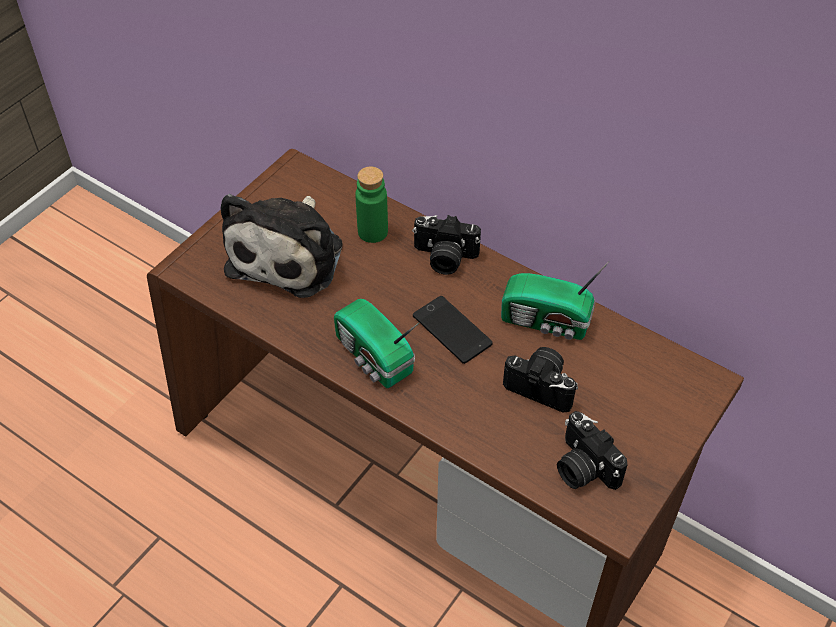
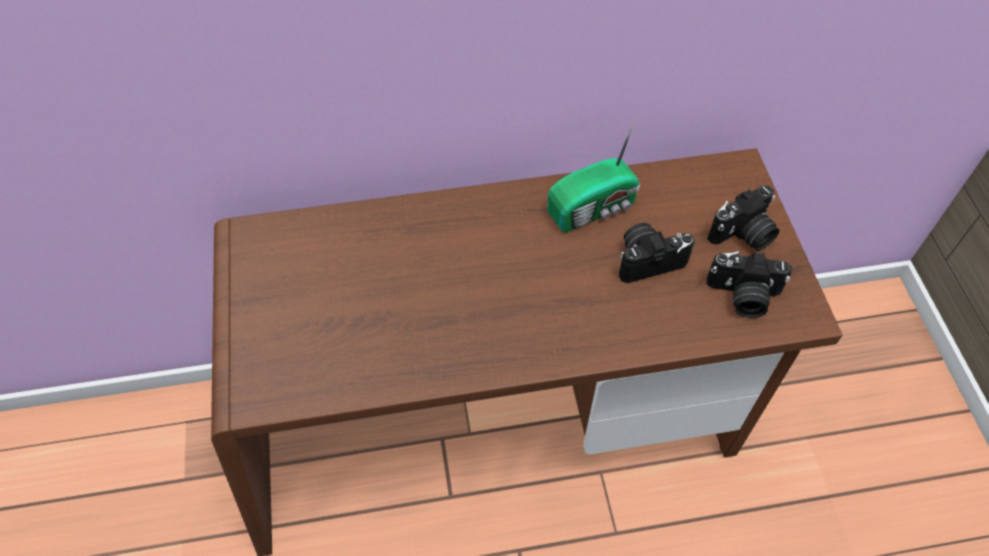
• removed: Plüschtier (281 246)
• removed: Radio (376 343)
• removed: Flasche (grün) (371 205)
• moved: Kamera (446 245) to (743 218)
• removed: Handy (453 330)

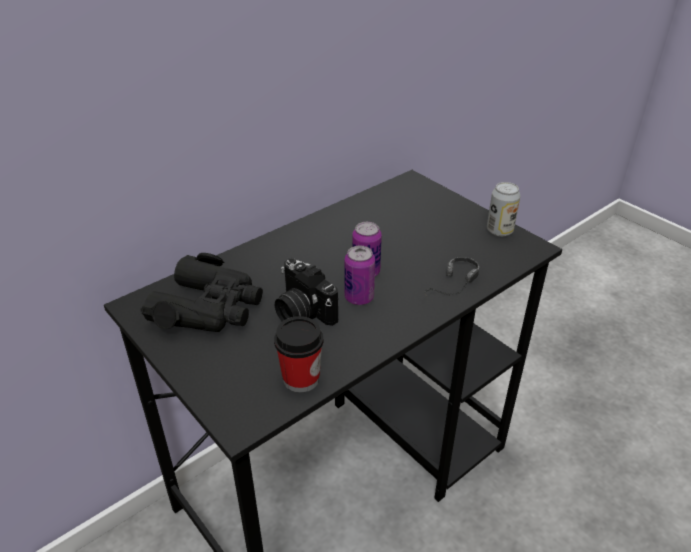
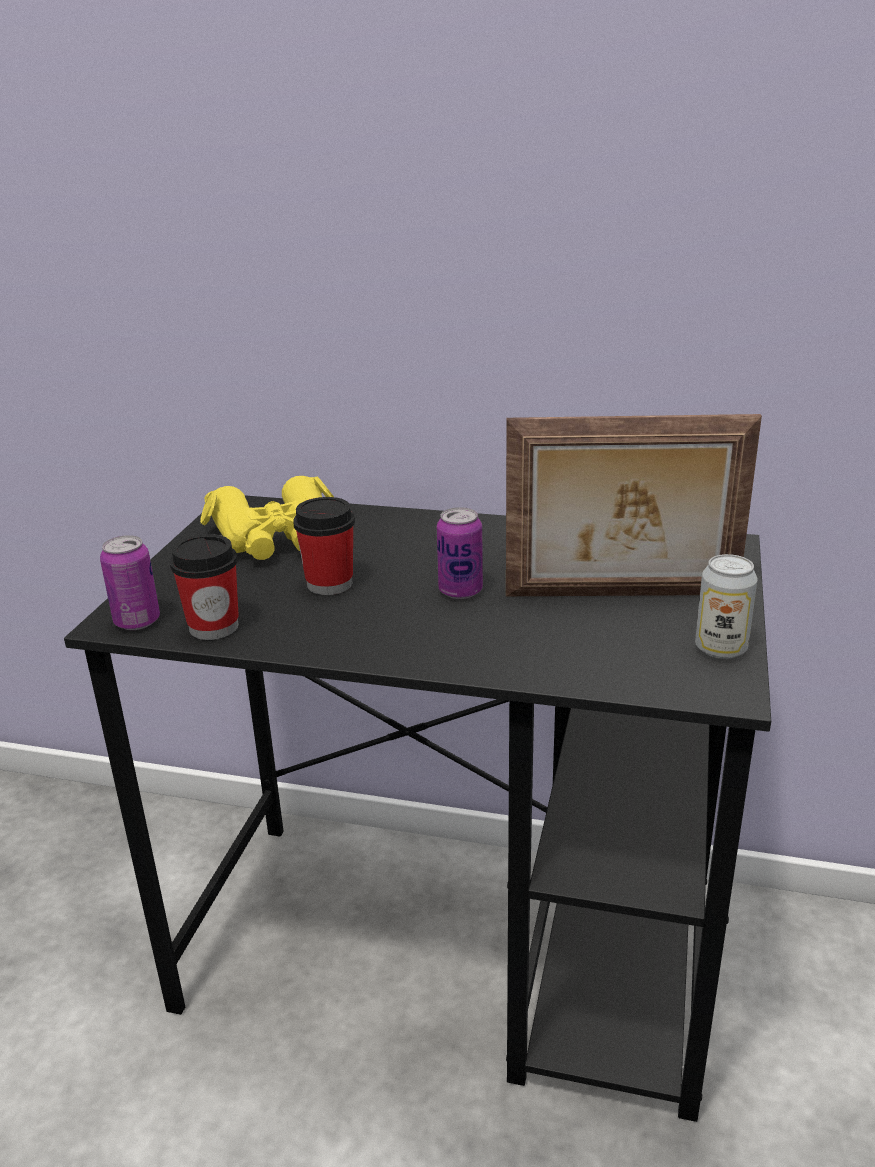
• recoloured: Fernglas (schwarz) (202 292) to Fernglas (gelb) (267 518)
• replaced: Kamera (306 292) to Tasse (324 546)
• moved: Dose (360 275) to (130 582)
• removed: Kopfhörer (451 276)
• added: Bilderrahmen (634 505)

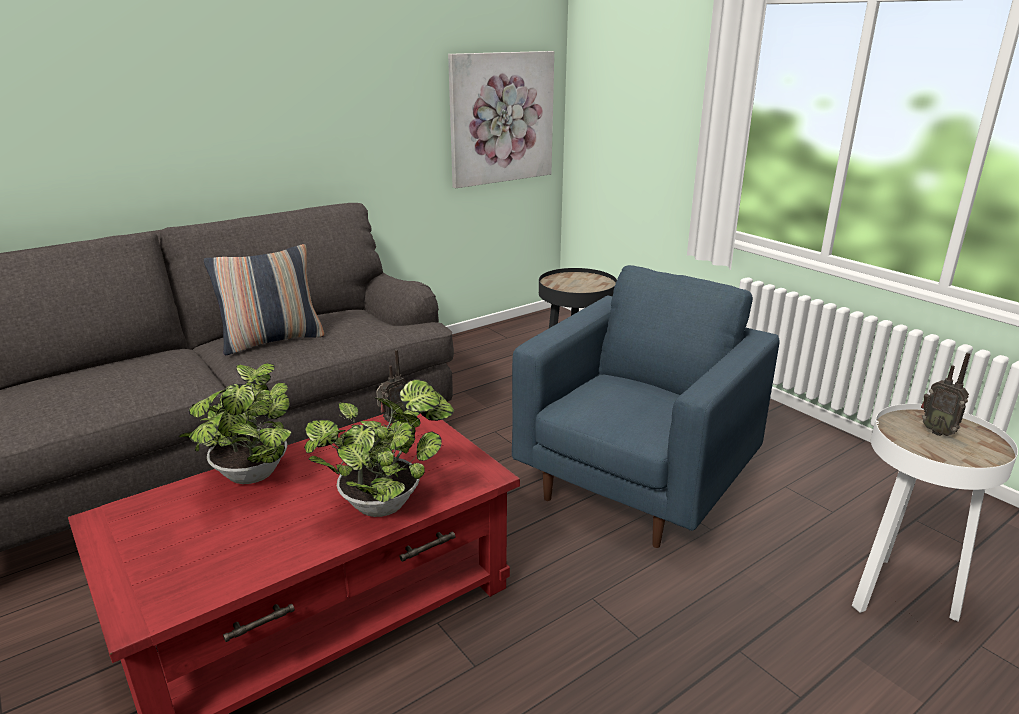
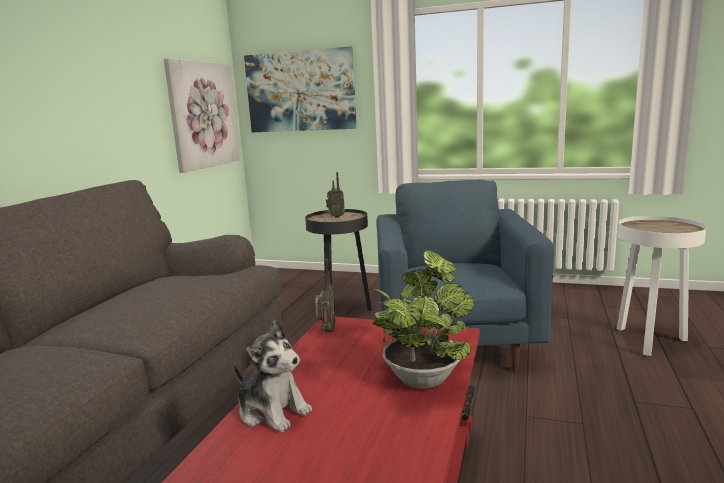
• replaced: Topfpflanze (235 423) to Plüschtier (273 376)
• removed: Kissen (264 299)
• moved: Radio (945 394) to (335 195)
• added: Bild (300 89)

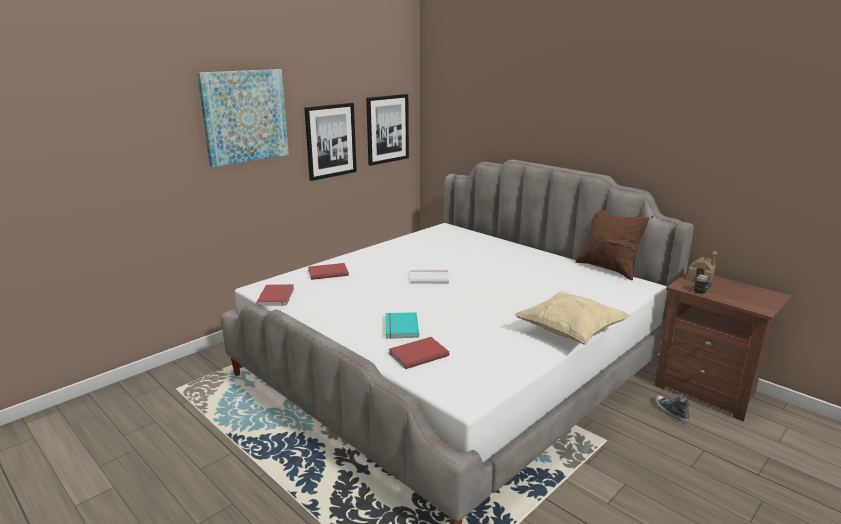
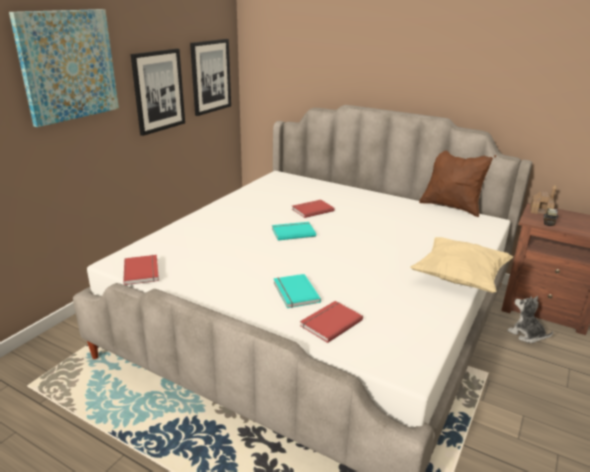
• moved: Buch (rot) (328 271) to (313 209)
• recoloured: Buch (weiß) (429 277) to Buch (türkis) (294 231)
• replaced: Schuh (672 408) to Plüschtier (530 319)

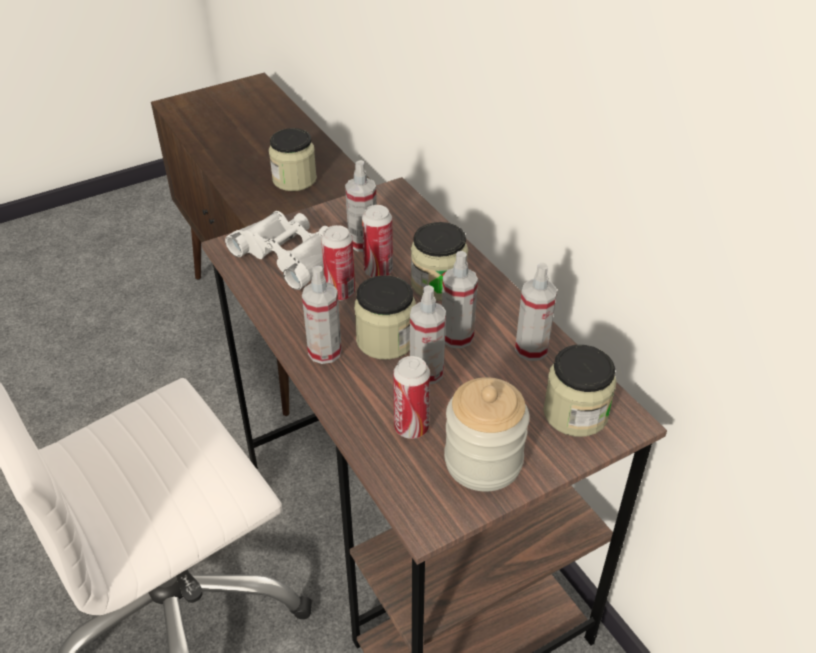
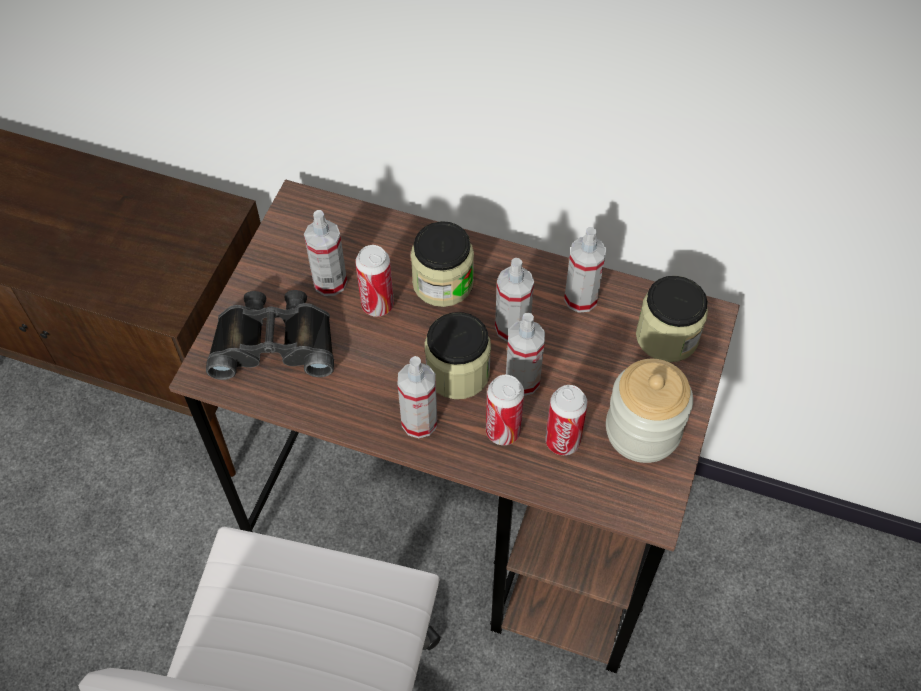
• recoloured: Fernglas (weiß) (276 250) to Fernglas (schwarz) (270 335)
• removed: Vorratsglas (293 159)
• moved: Dose (338 262) to (505 410)

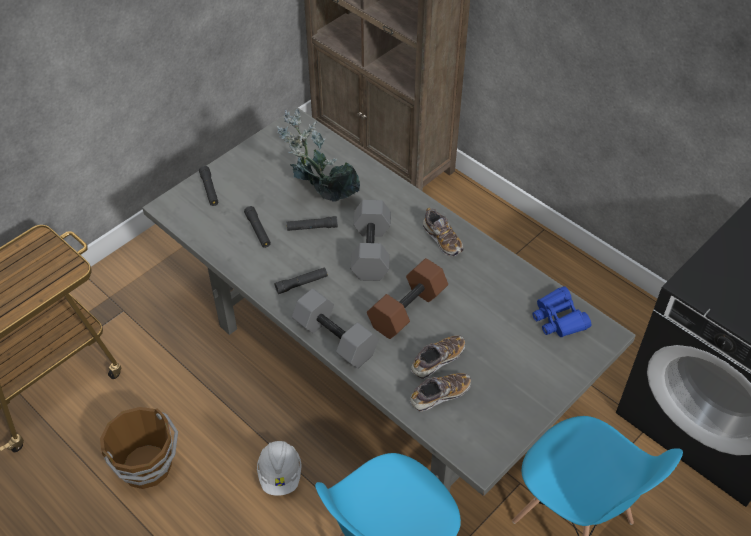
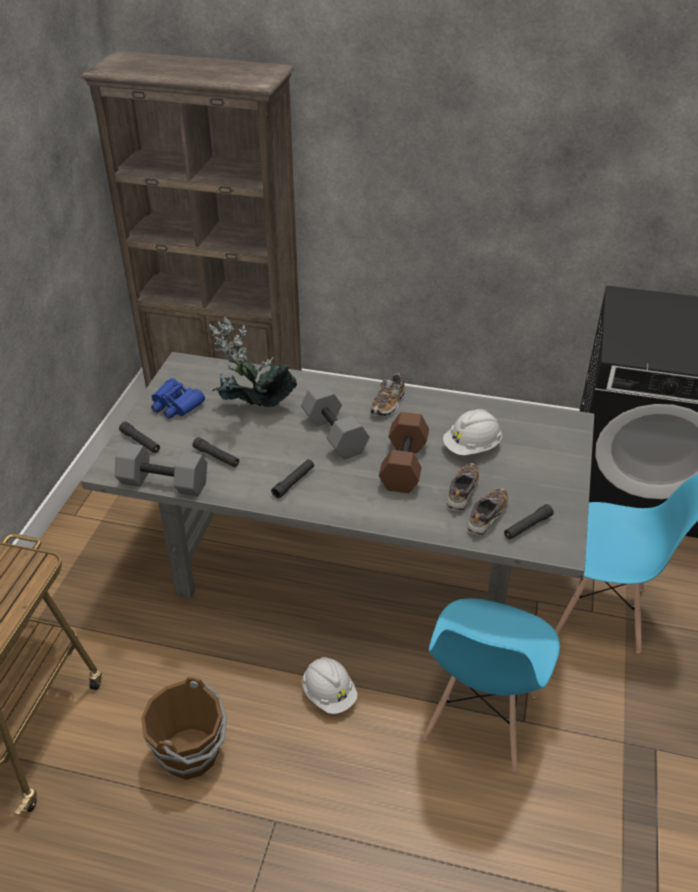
• moved: Taschenlampe (schwarz) (312 223) to (529 522)
• moved: Hantel (grau) (335 328) to (161 469)
• turned: Schuh (443 232) = (387 394) 90 degrees clockwise
• moved: Fernglas (blau) (561 312) to (178 398)
• added: Schutzhelm (weiß) (472 432)

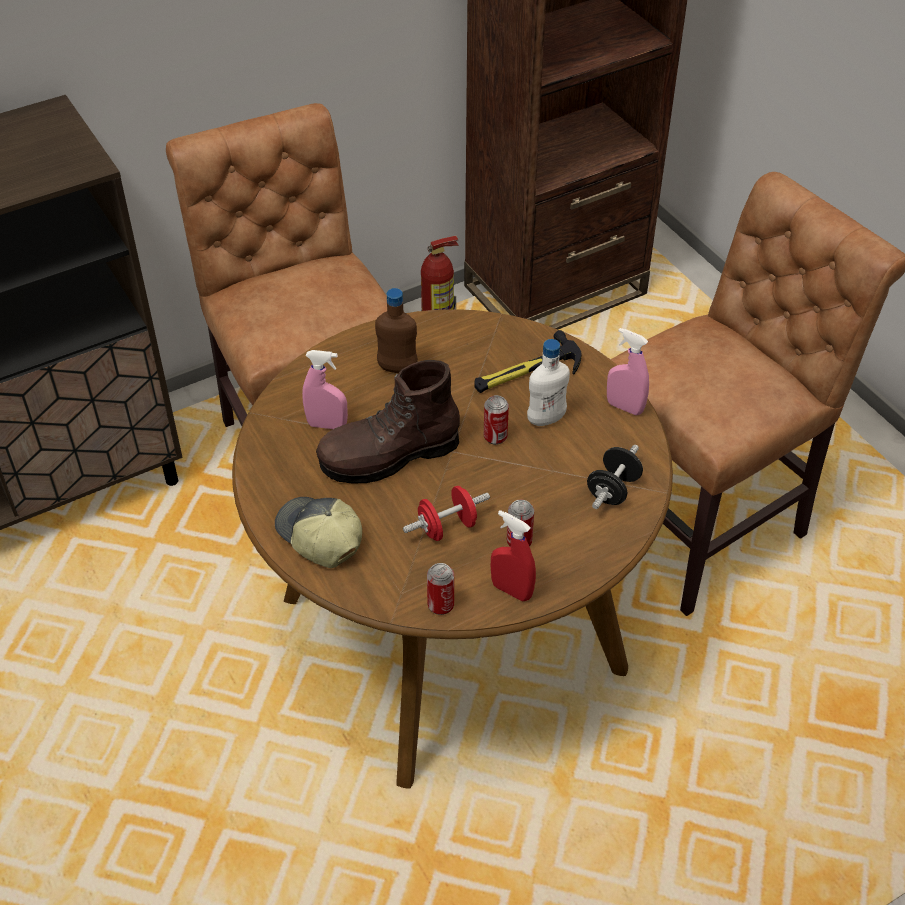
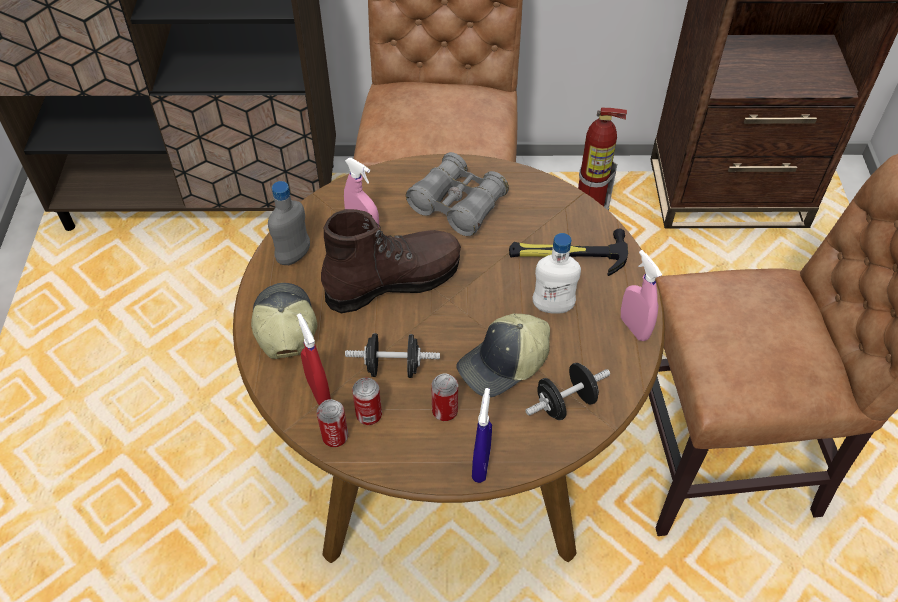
• turned: Stiefel (braun) (388 421) = (391 261) 150 degrees clockwise
• replaced: Flasche (braun) (396 330) to Fernglas (grau) (457 194)
• recoloured: Hantel (rot) (446 513) to Hantel (schwarz) (392 355)
• moved: Dose (496 420) to (367 401)
• moved: Sprühflasche (rot) (513 555) to (314 359)
• added: Flasche (grau) (289 223)
• added: Kappe (503 356)
• added: Sprühflasche (blau) (482 435)

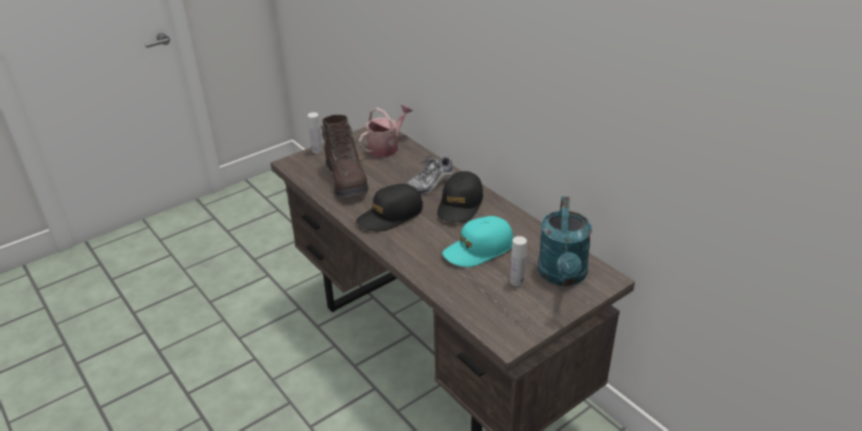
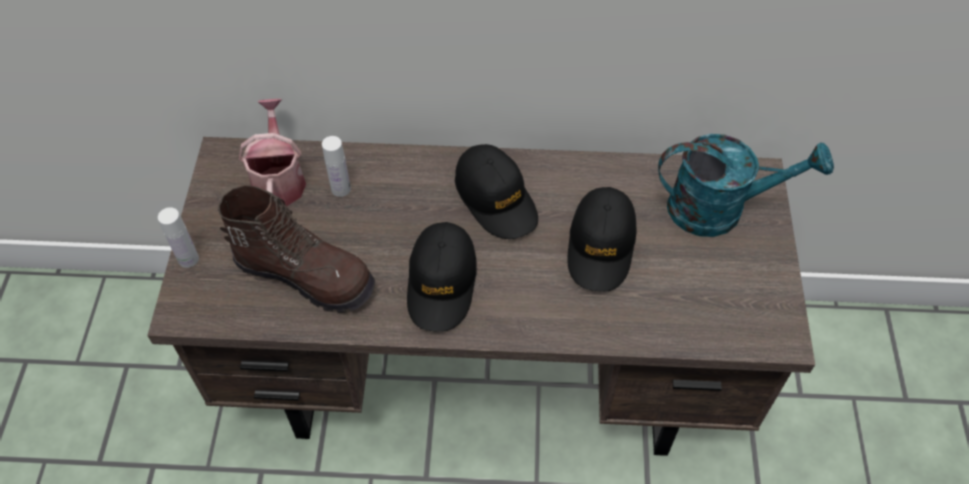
• removed: Schuh (430 174)
• recoloured: Kappe (türkis) (477 241) to Kappe (schwarz) (602 239)
• moved: Flasche (weiß) (518 261) to (336 166)
• turned: Gießkanne (türkis) (565 241) = (746 185) 45 degrees counterclockwise

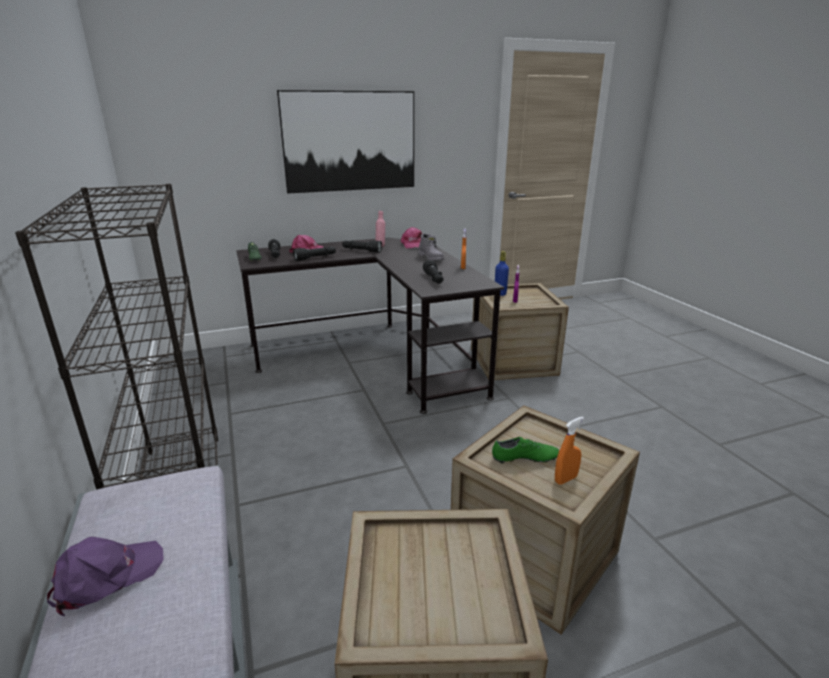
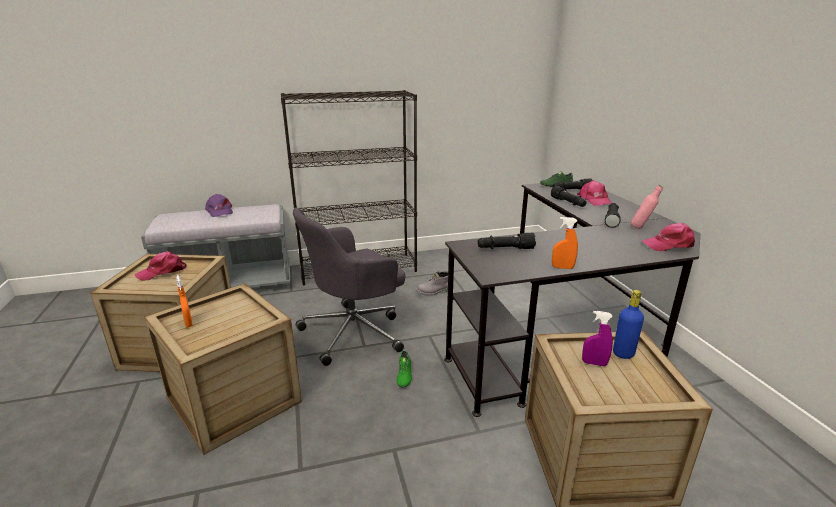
• removed: Bild (345 142)
• moved: Stiefel (grau) (431 246) to (432 283)
• moved: Schuh (grün) (525 450) to (404 369)
• added: Kappe (rosa) (160 266)
• added: Bürostuhl (grau) (349 286)

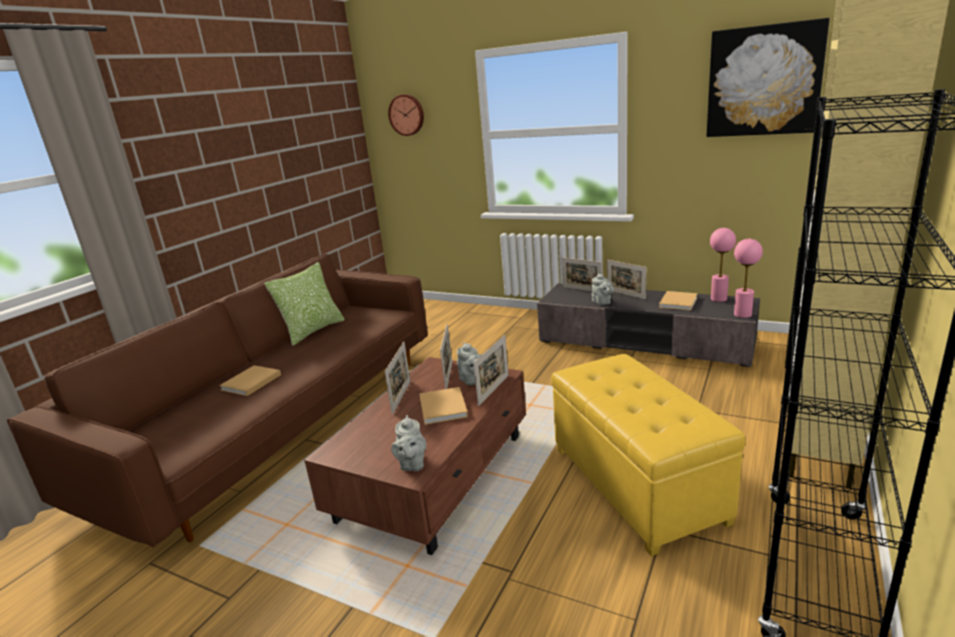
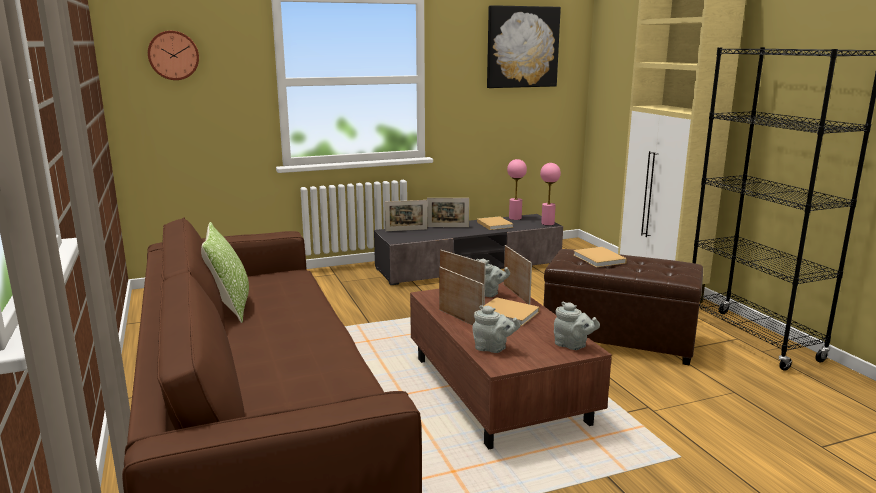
• moved: Buch (beige) (250 380) to (600 257)
• recoloured: Polsterhocker (gelb) (648 455) to Polsterhocker (braun) (623 307)
• moved: Teekanne (grau) (602 289) to (496 329)

